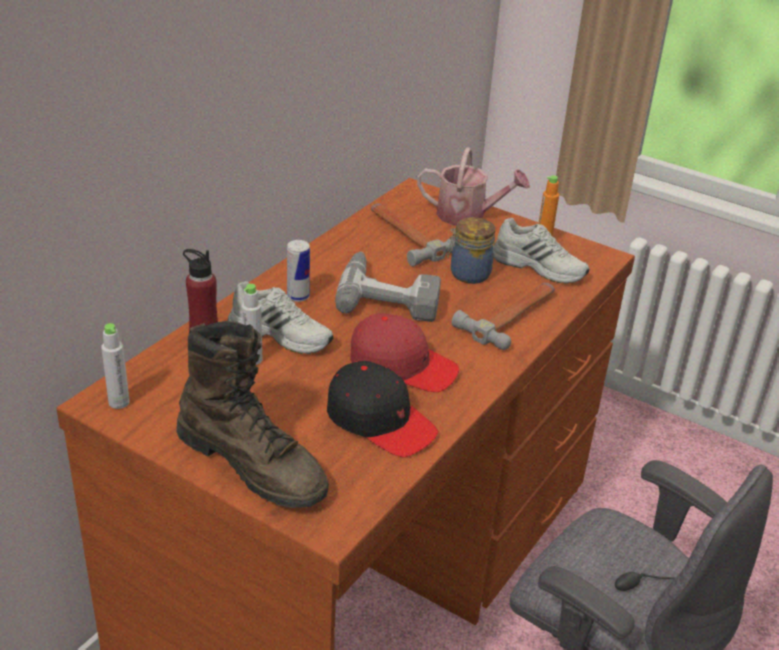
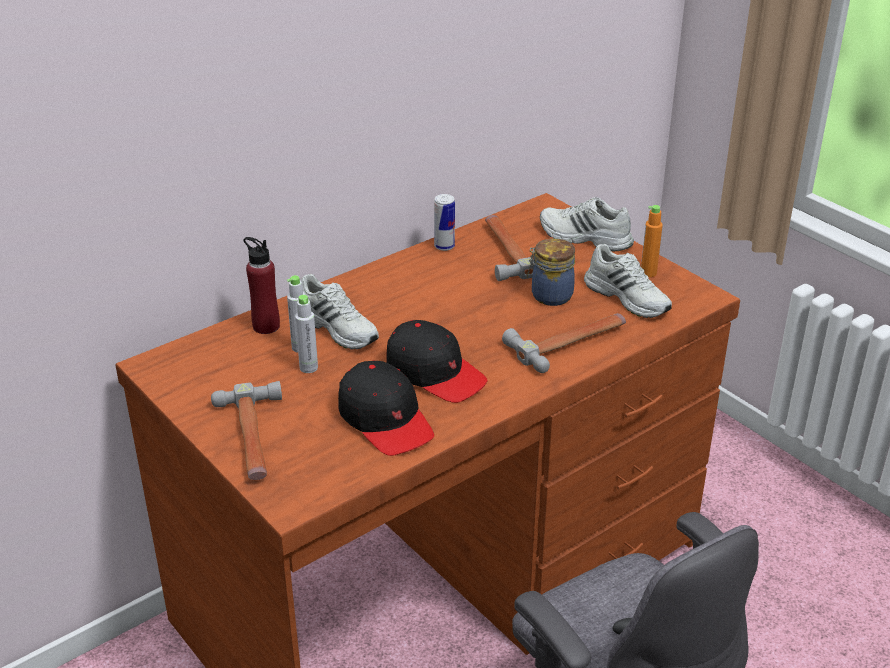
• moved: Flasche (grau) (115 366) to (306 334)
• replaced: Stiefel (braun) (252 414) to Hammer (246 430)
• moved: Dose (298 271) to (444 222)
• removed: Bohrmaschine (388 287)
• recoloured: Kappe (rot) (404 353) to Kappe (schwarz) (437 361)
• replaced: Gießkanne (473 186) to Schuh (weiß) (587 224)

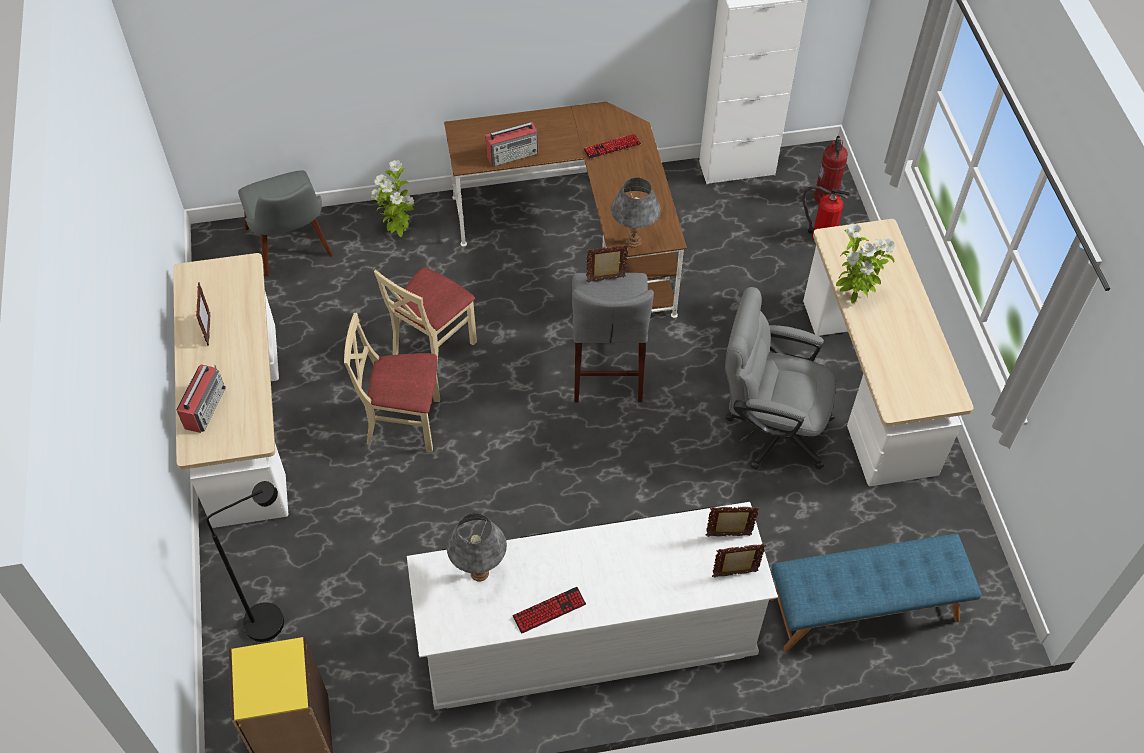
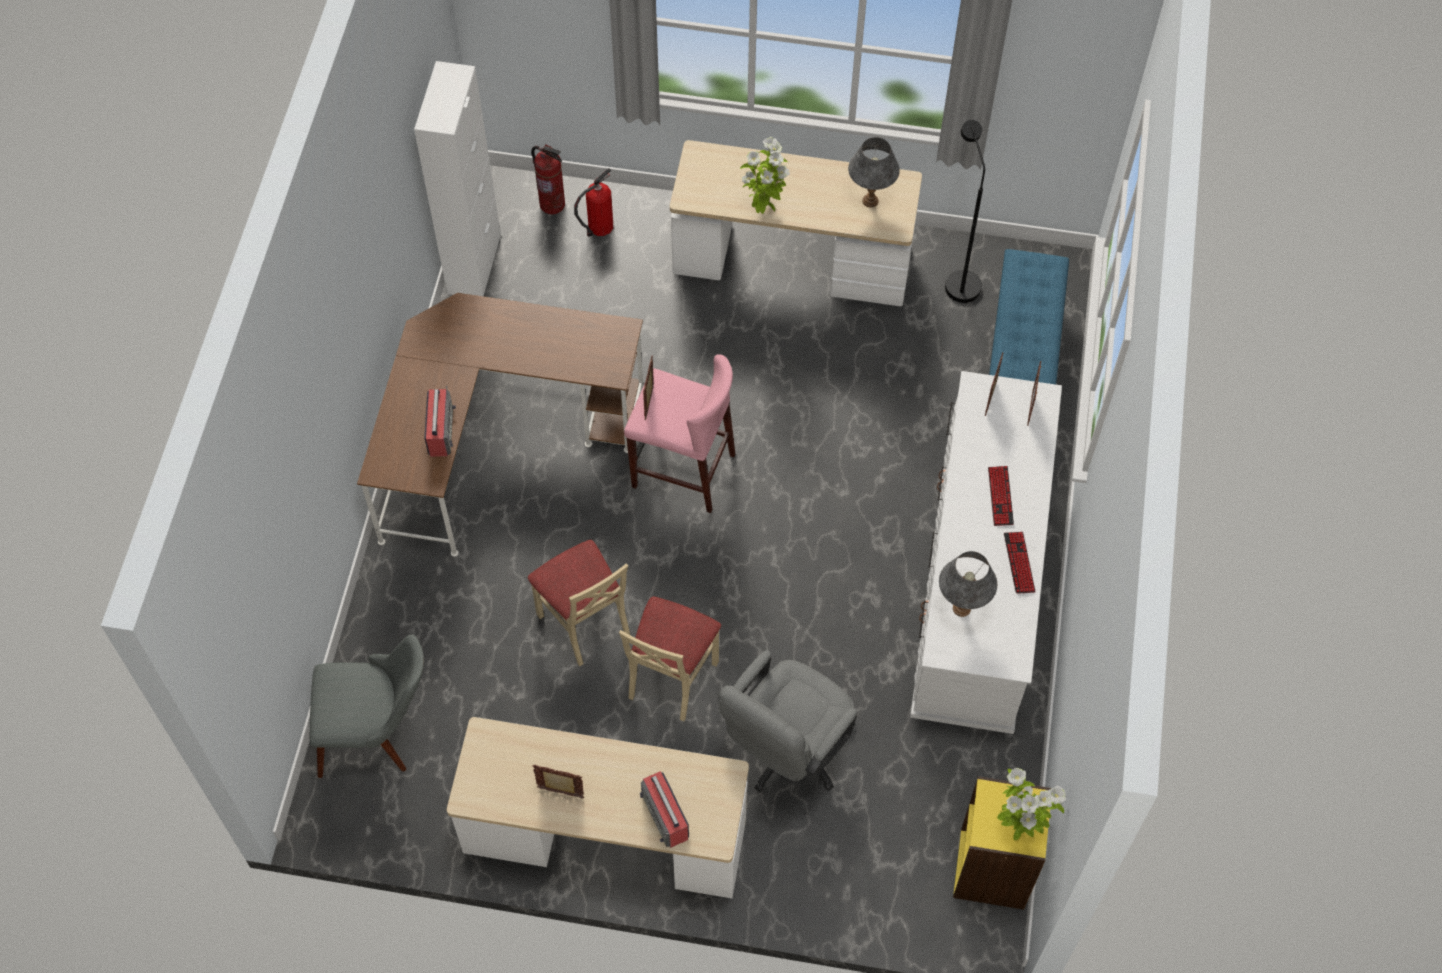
• turned: Radio (201 399) = (664 809) 150 degrees counterclockwise
• moved: Stehlampe (schwarz) (245 561) to (965 211)
• moved: Topfpflanze (393 198) to (1031 804)
• recoloured: Hocker (grau) (613 337) to Hocker (rosa) (679 433)
• moved: Tastatur (612 146) to (1001 496)
• moved: Tischlampe (grau) (636 213) to (874 172)
• moved: Bürostuhl (grau) (780 378) to (787 721)

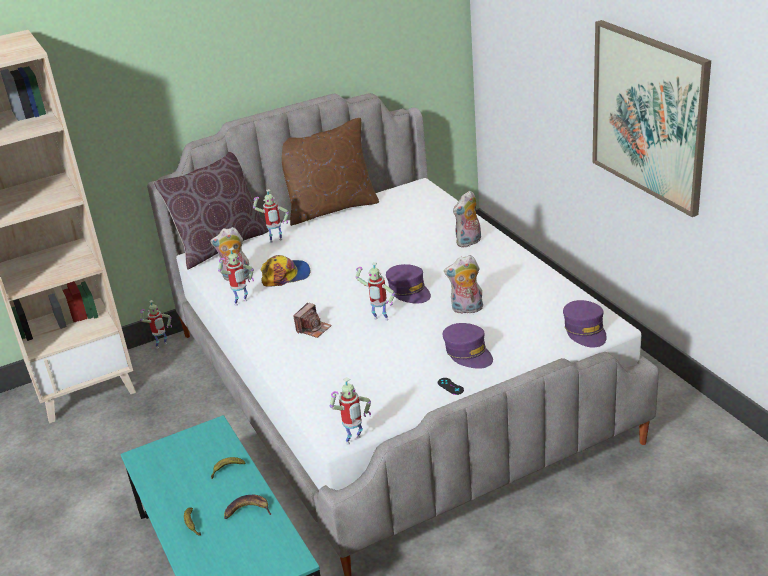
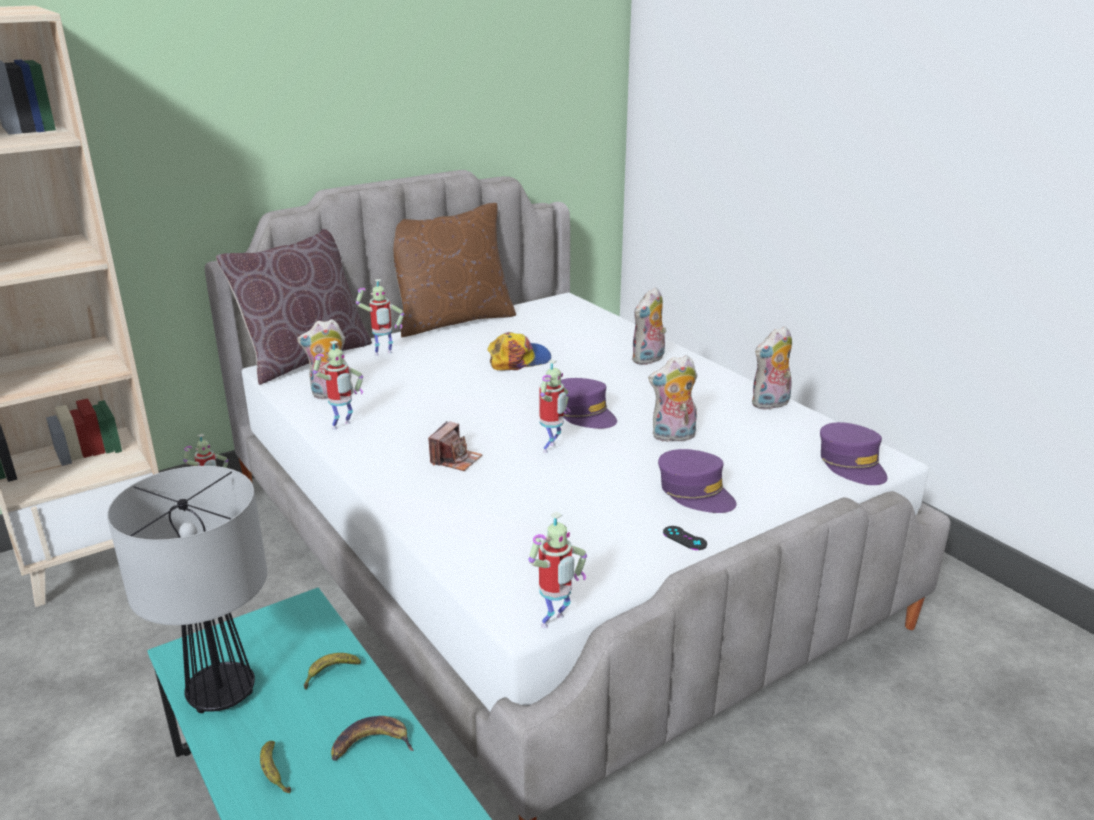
• moved: Kappe (286 270) to (519 351)
• turned: Spielzeugroboter (375 291) = (554 406) 75 degrees counterclockwise
• removed: Bild (651 118)
• added: Tischlampe (187 589)
• added: Plüschtier (772 368)

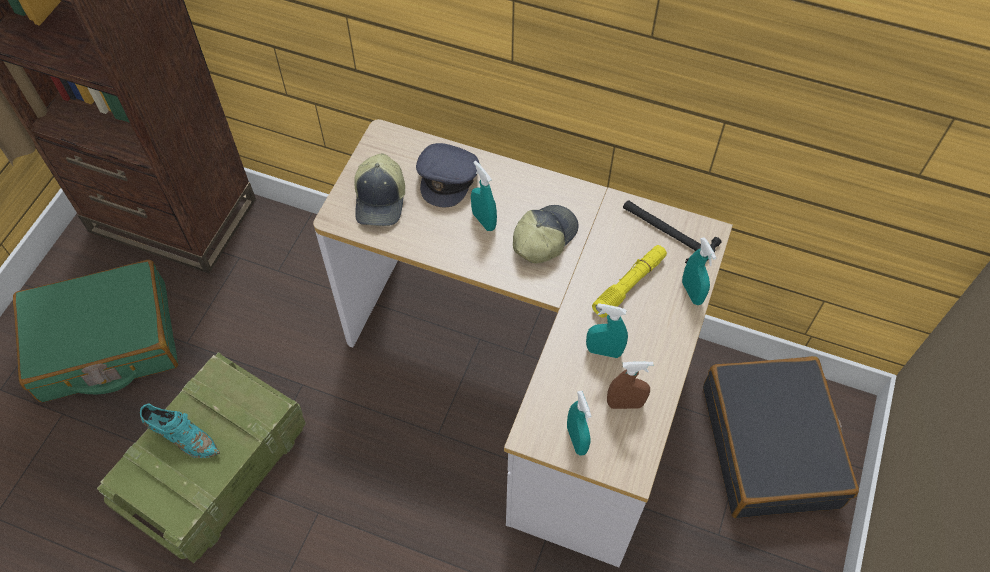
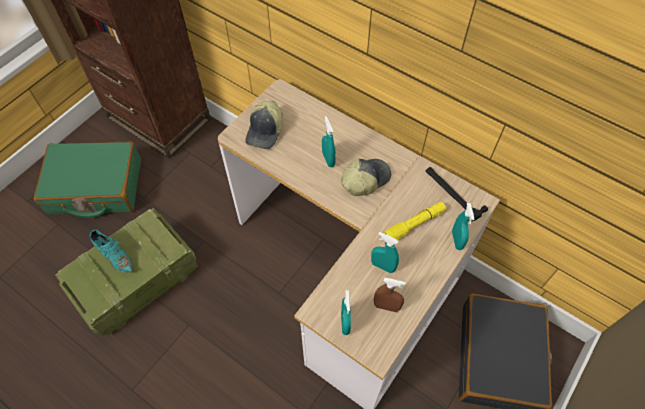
• removed: Kappe (grau) (448 175)

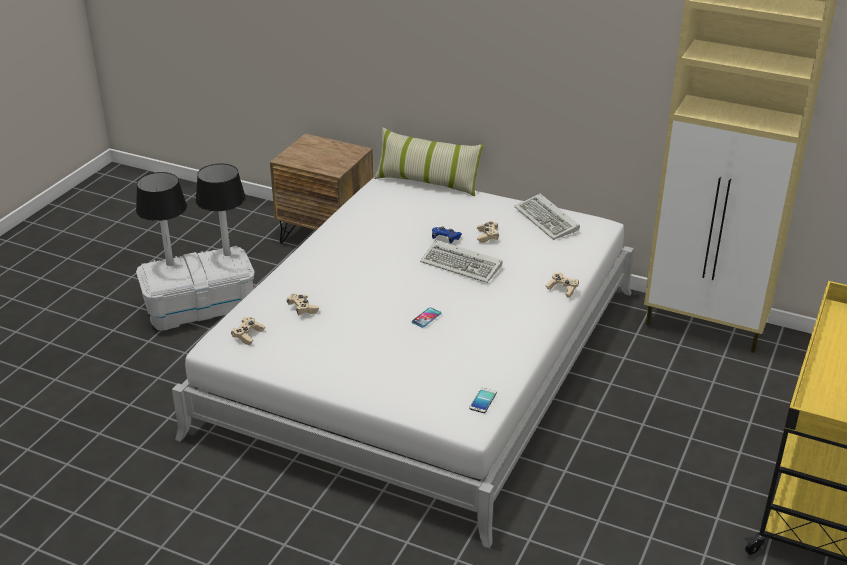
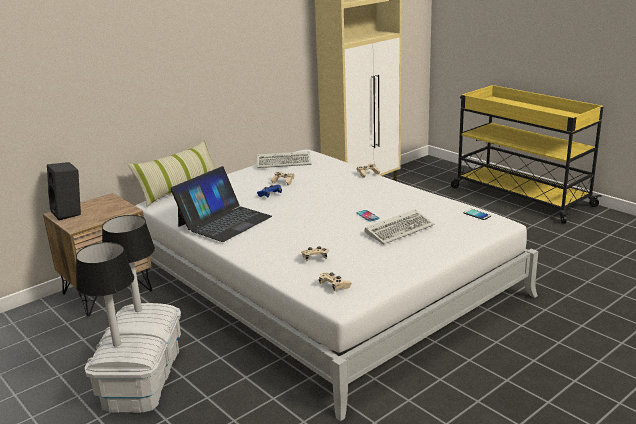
• moved: Tastatur (461 261) to (400 227)
• added: Lautsprecher (schwarz) (64 191)
• added: Laptop (221 204)

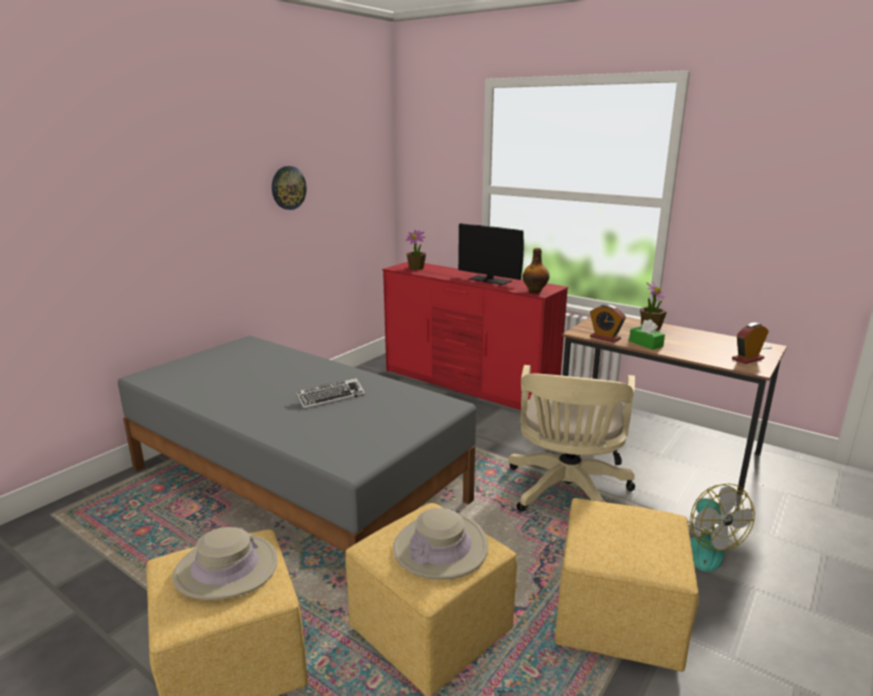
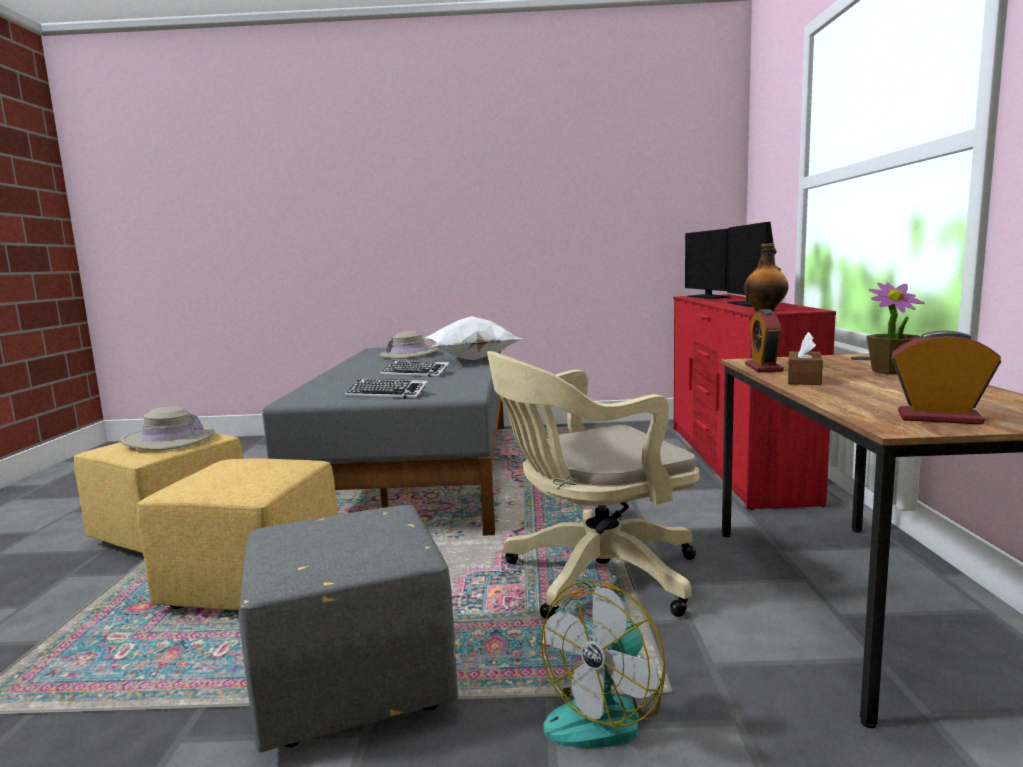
• removed: Wanduhr (289 188)
• moved: Hut (beige) (440 544) to (409 345)
• replaced: Topfpflanze (415 250) to Monitor (708 264)
• recoloured: Polsterhocker (gelb) (627 585) to Polsterhocker (grau) (348 628)
• recoloured: Taschentuchbox (grün) (647 334) to Taschentuchbox (braun) (805 358)
• added: Tastatur (386 389)
• added: Kissen (weiß) (474 338)

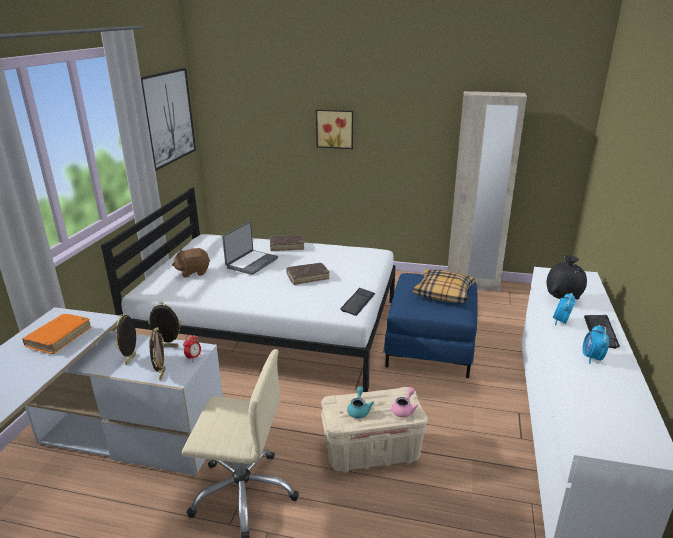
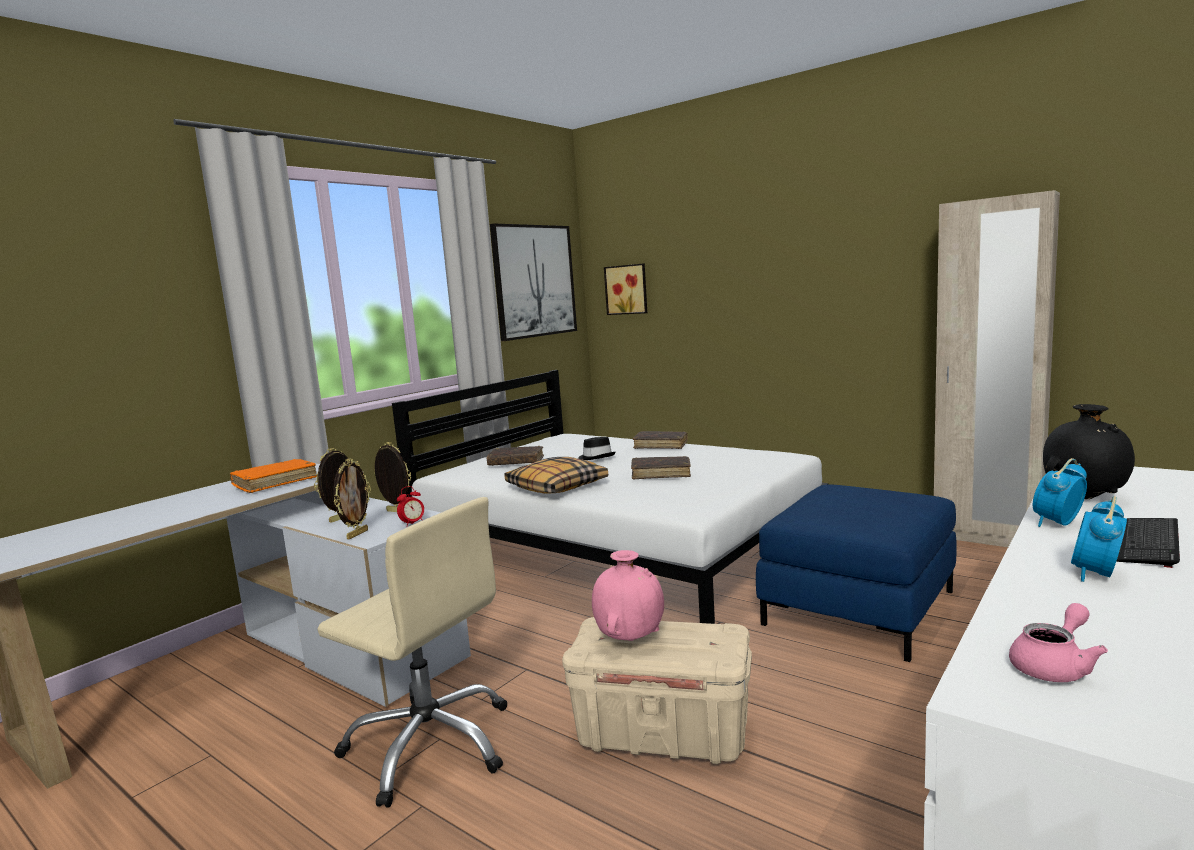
• replaced: Plüschtier (braun) (191 263) to Buch (braun) (515 456)
• replaced: Laptop (250 248) to Hut (schwarz) (597 448)
• moved: Bild (334 129) to (625 289)
• removed: Tastatur (357 302)
• replaced: Teekanne (türkis) (360 402) to Vase (rosa) (628 595)
• moved: Teekanne (rosa) (405 402) to (1058 642)
• moved: Kissen (444 286) to (556 475)

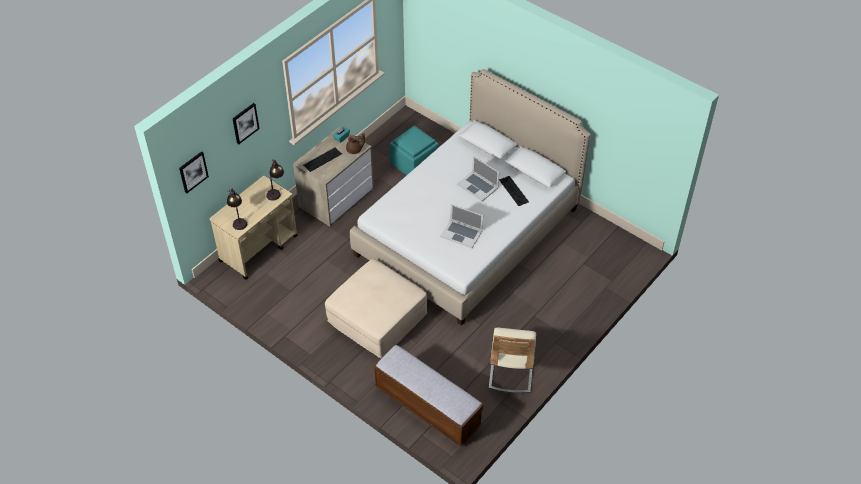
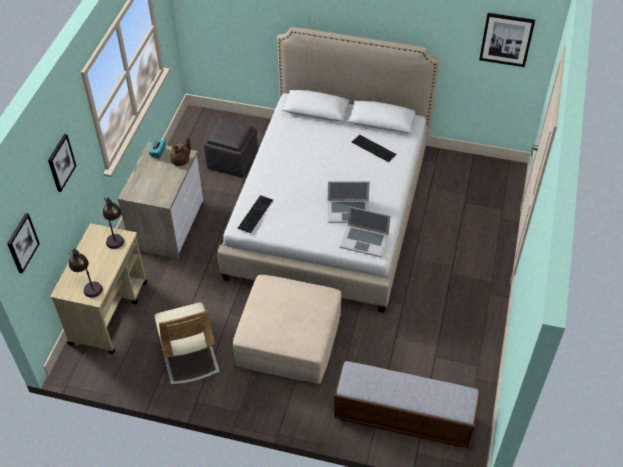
• moved: Tastatur (322 159) to (255 214)
• recoloured: Polsterhocker (türkis) (414 150) to Polsterhocker (grau) (231 148)
• moved: Laptop (478 178) to (365 231)
• moved: Stuhl (beige) (512 360) to (187 344)
• added: Bild (507 40)

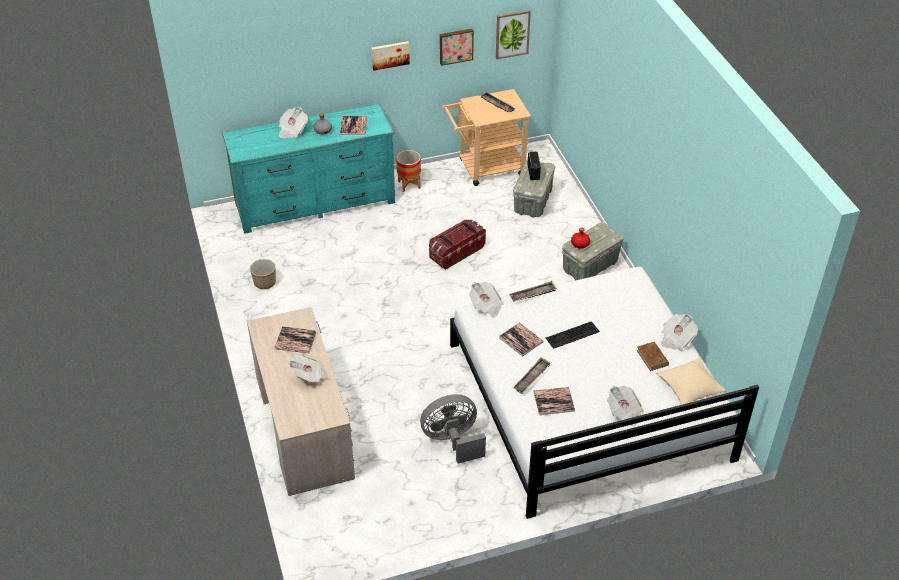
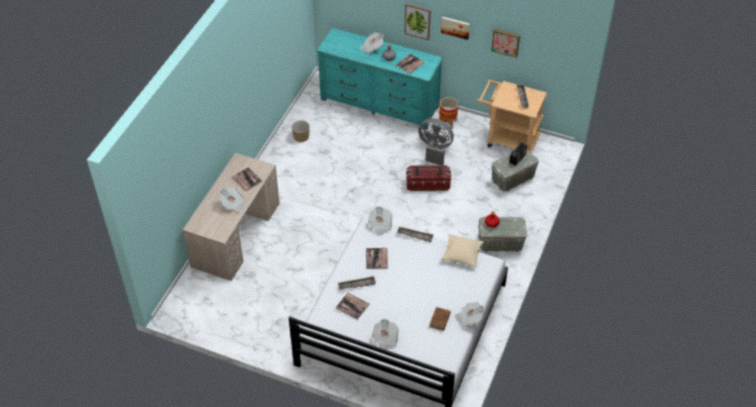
• moved: Ventilator (grau) (453 429) to (436 141)
• moved: Bild (513 34) to (417 21)
• removed: Tastatur (573 335)
• moved: Kissen (beige) (691 381) to (462 250)

